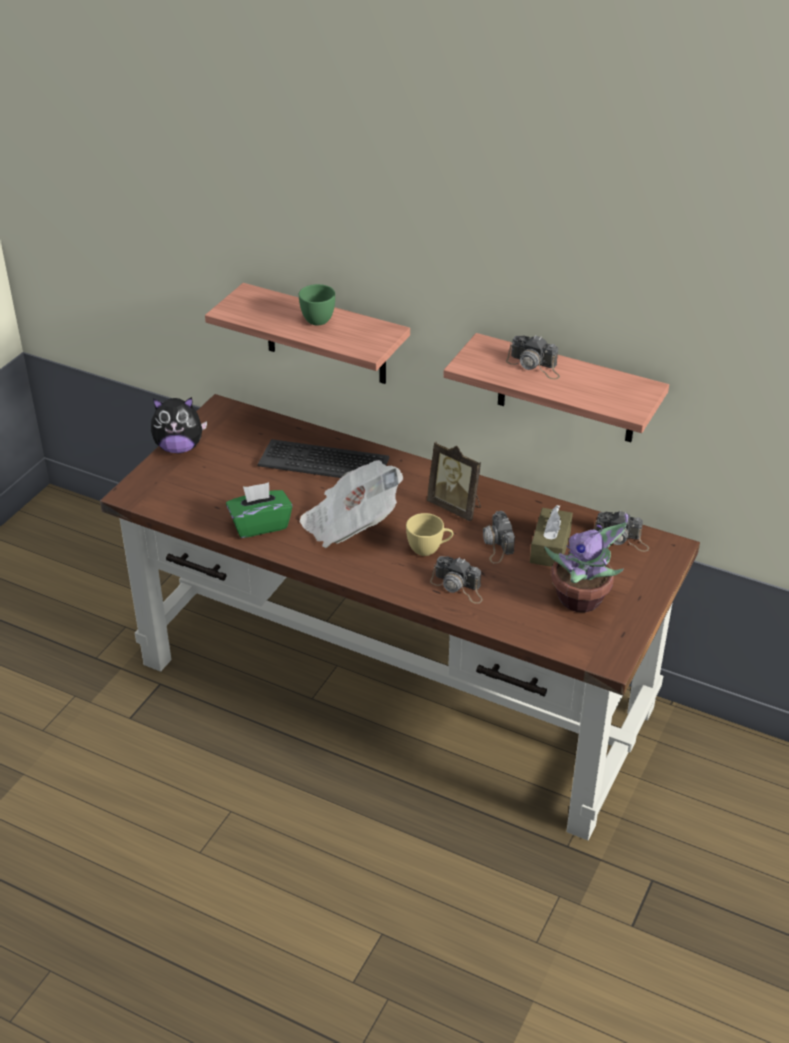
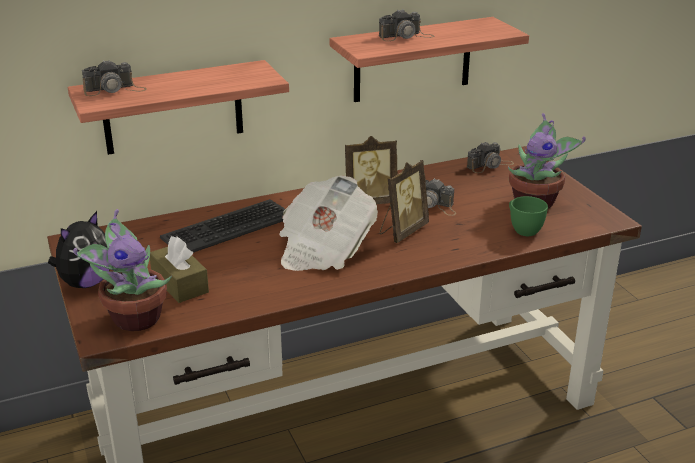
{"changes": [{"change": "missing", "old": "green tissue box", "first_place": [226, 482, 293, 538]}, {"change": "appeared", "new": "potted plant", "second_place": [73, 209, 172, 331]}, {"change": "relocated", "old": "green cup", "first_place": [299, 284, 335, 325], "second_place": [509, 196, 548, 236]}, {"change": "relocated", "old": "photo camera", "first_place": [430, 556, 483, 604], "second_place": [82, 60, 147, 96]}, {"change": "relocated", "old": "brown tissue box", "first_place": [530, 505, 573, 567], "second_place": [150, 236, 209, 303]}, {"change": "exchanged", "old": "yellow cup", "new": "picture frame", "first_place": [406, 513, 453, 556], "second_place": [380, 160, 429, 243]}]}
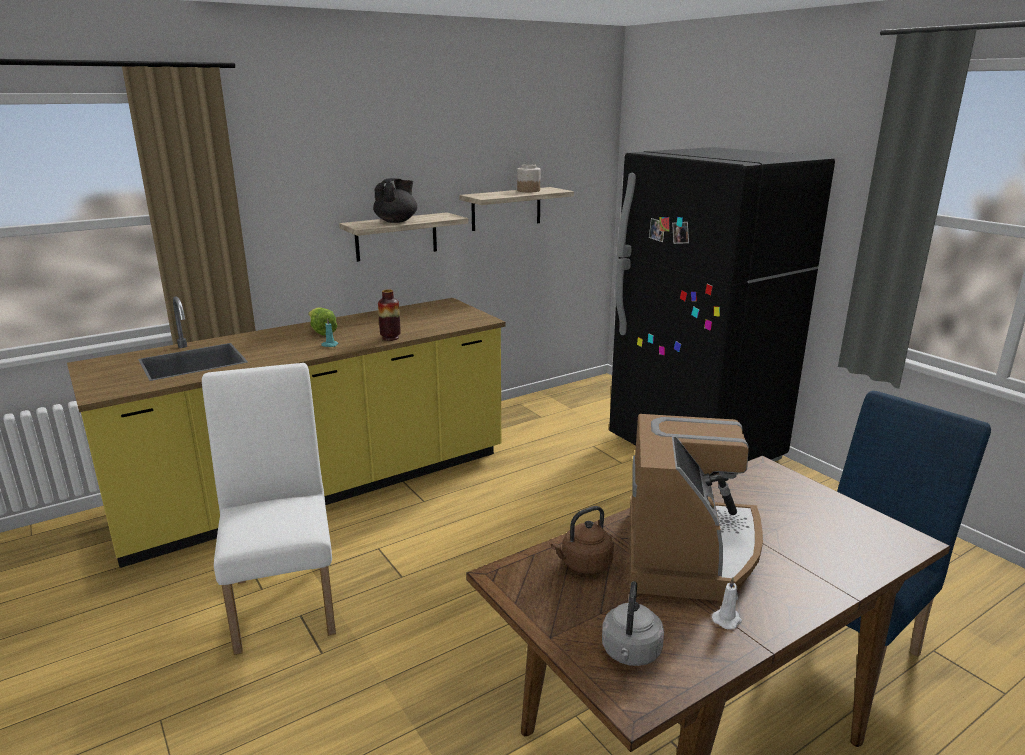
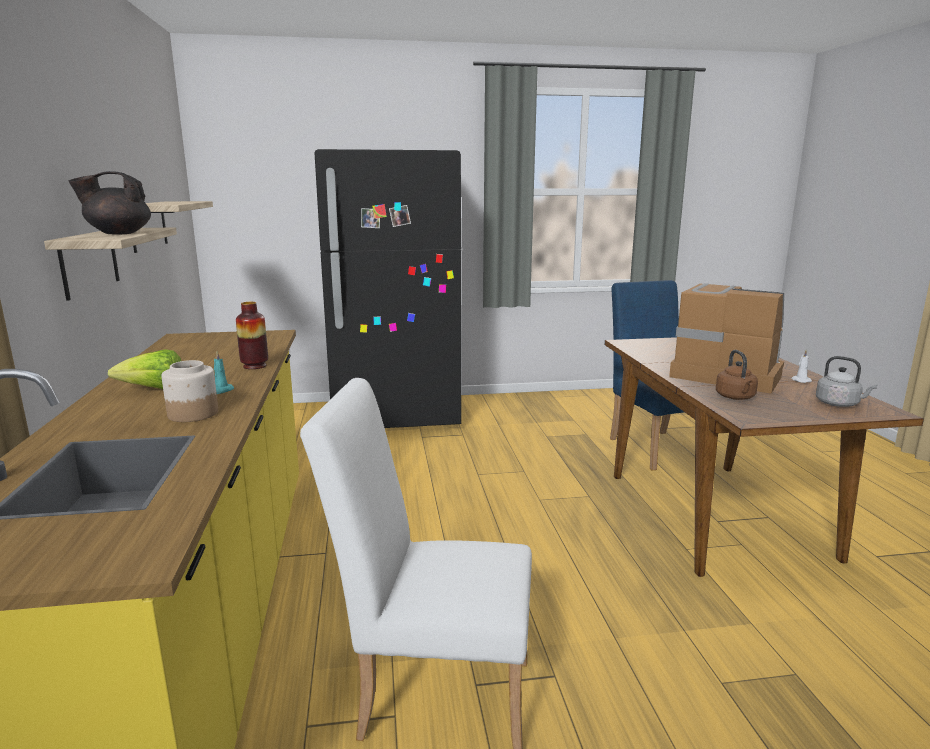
{"changes": [{"change": "relocated", "old": "jar", "first_place": [517, 164, 540, 192], "second_place": [161, 360, 218, 422]}, {"change": "spun", "old": "black teapot", "first_place": [373, 178, 417, 223], "second_place": [68, 171, 151, 235], "degrees": -75}]}
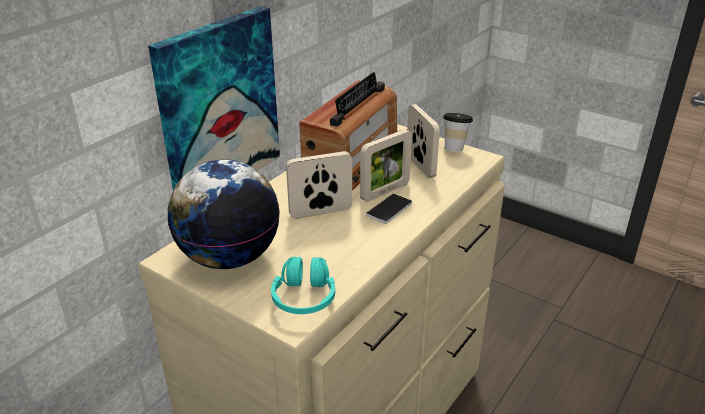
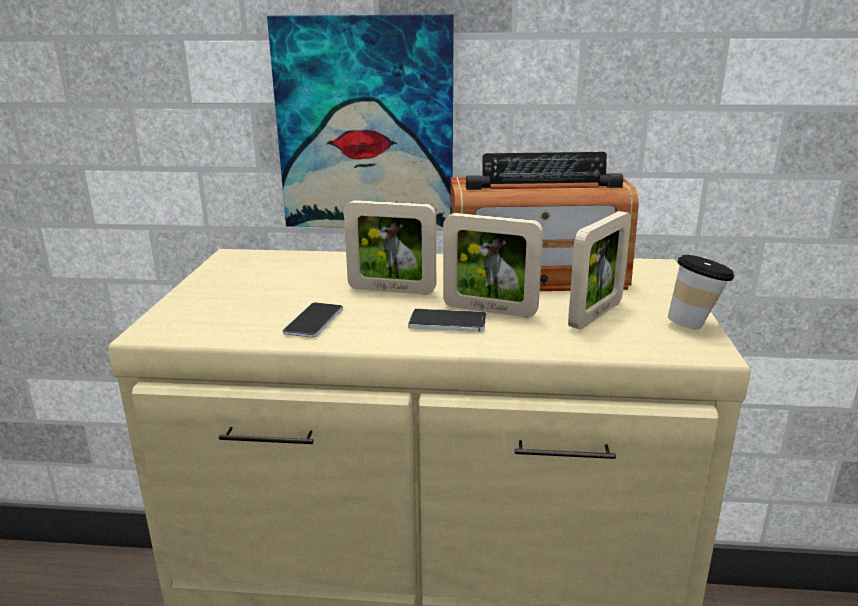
{"changes": [{"change": "missing", "old": "globe", "first_place": [168, 160, 280, 269]}, {"change": "missing", "old": "turquoise headphones", "first_place": [271, 257, 335, 314]}, {"change": "appeared", "new": "phone", "second_place": [283, 303, 343, 338]}, {"change": "spun", "old": "picture frame", "first_place": [286, 151, 352, 219], "second_place": [344, 200, 436, 294], "degrees": 150}]}
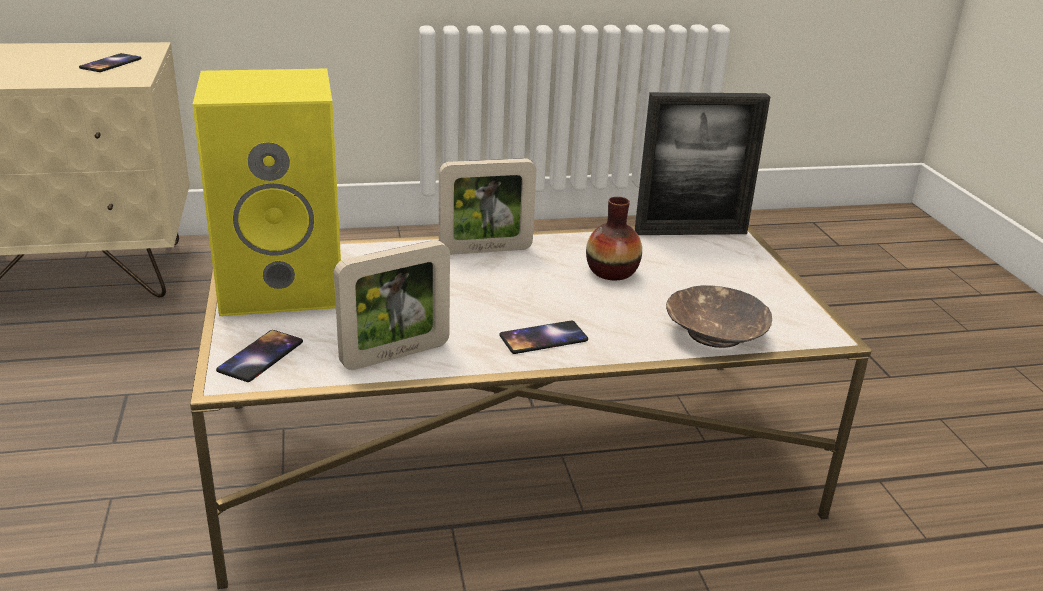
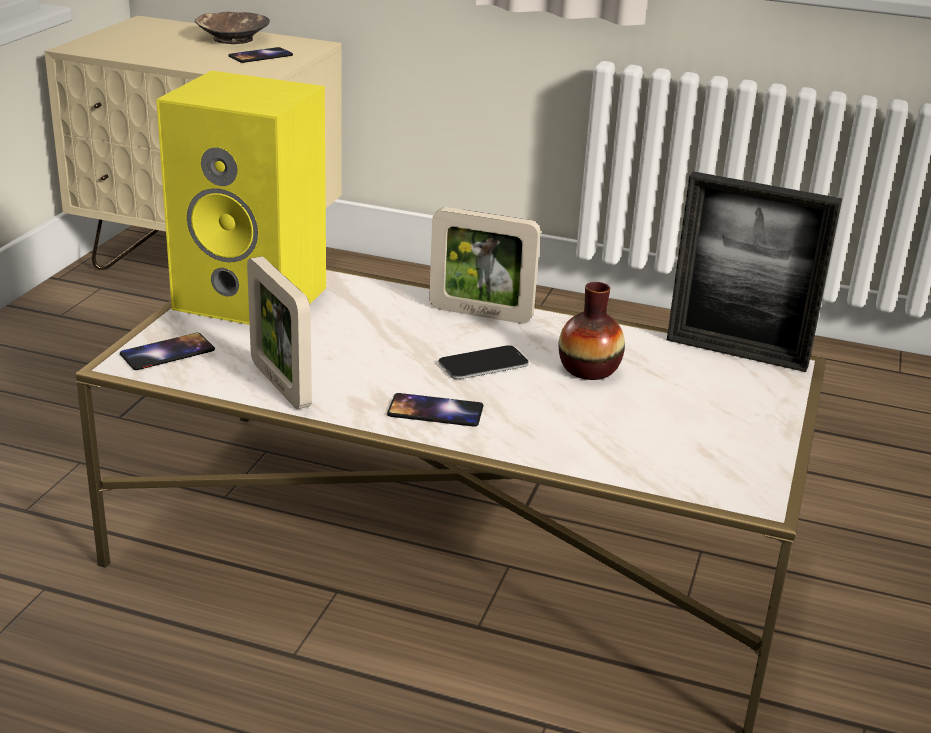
{"changes": [{"change": "appeared", "new": "phone", "second_place": [439, 345, 529, 379]}, {"change": "relocated", "old": "brown bowl", "first_place": [666, 285, 772, 348], "second_place": [195, 12, 270, 44]}, {"change": "spun", "old": "picture frame", "first_place": [334, 240, 450, 370], "second_place": [247, 256, 312, 409], "degrees": 60}]}
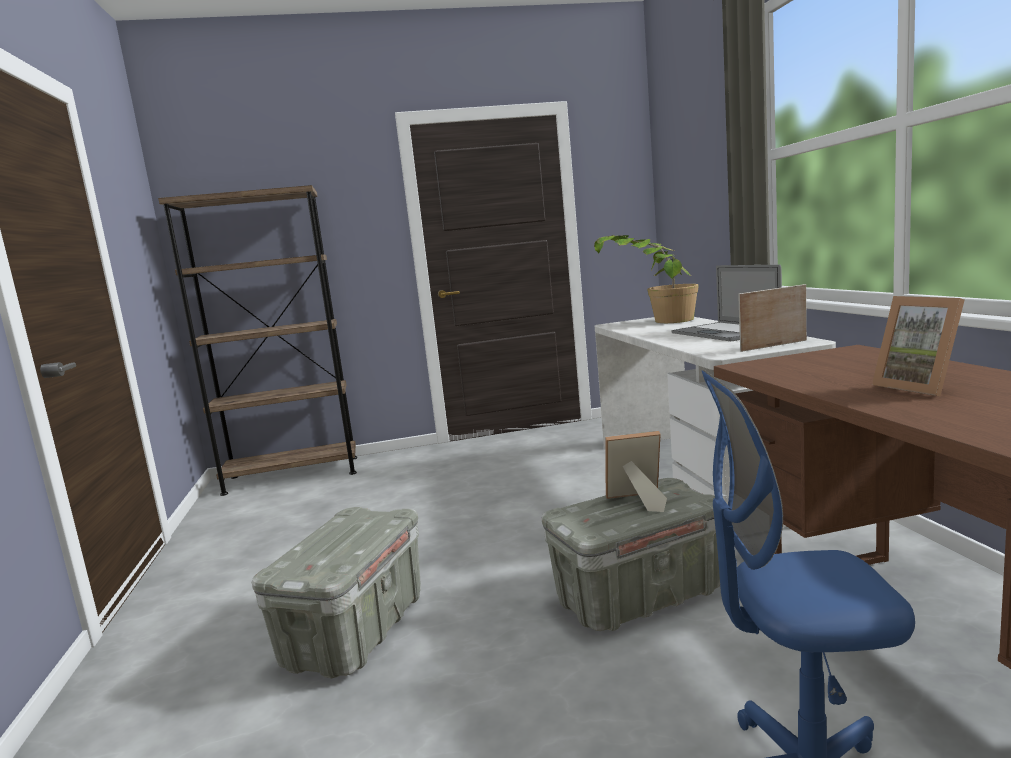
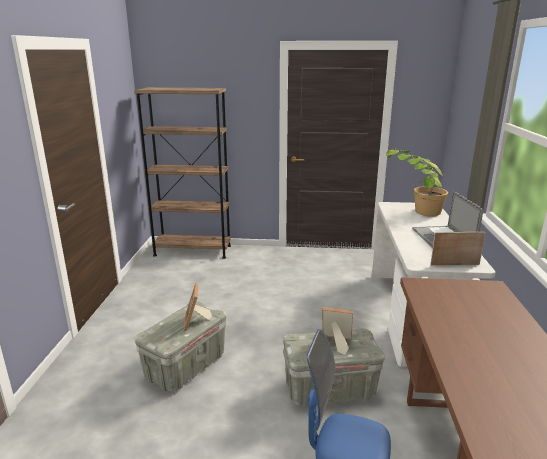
{"changes": [{"change": "relocated", "old": "picture frame", "first_place": [872, 296, 964, 396], "second_place": [184, 283, 212, 331]}]}
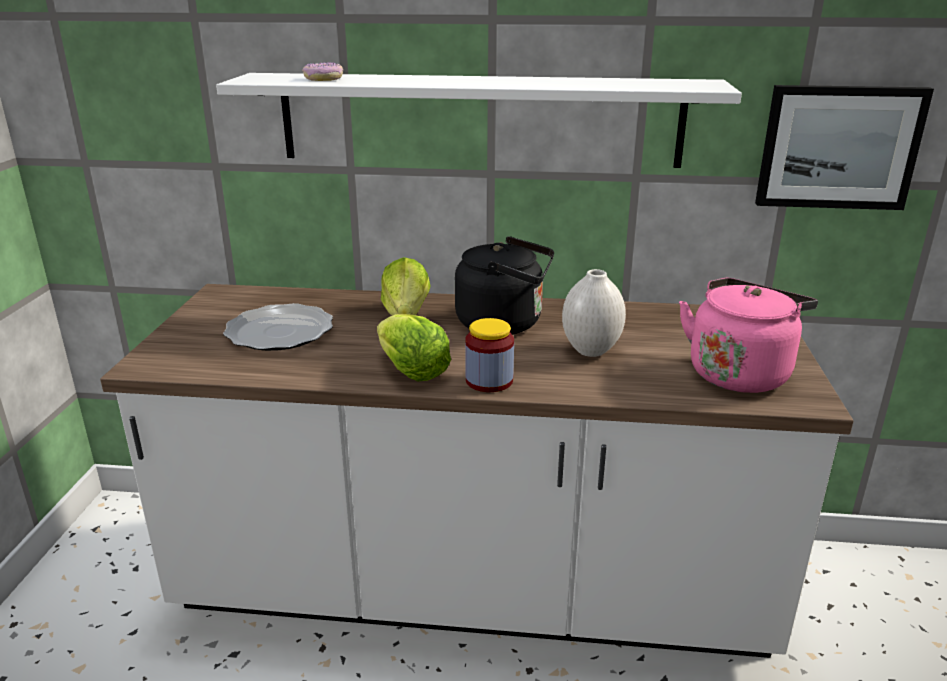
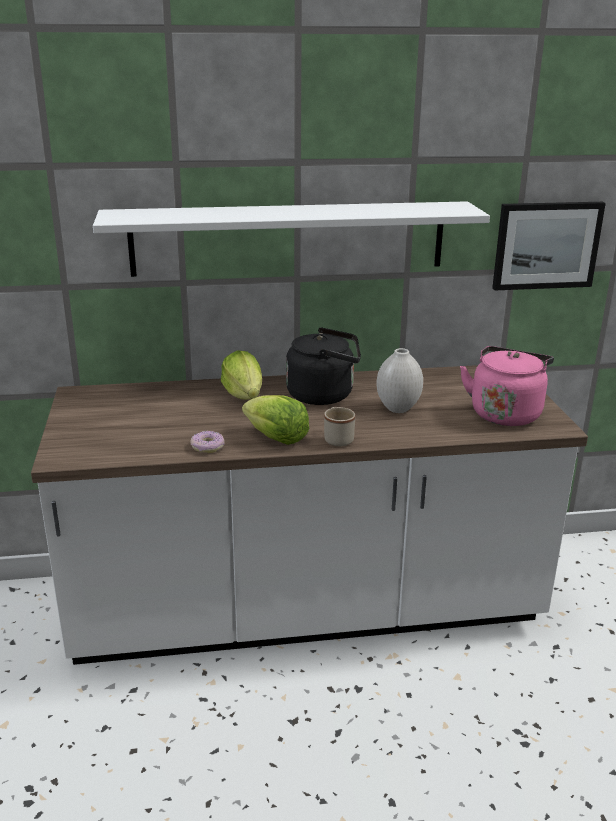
{"changes": [{"change": "missing", "old": "plate", "first_place": [223, 303, 333, 351]}, {"change": "relocated", "old": "donut", "first_place": [302, 62, 343, 81], "second_place": [190, 431, 225, 453]}, {"change": "exchanged", "old": "jar", "new": "beige mug", "first_place": [465, 318, 514, 392], "second_place": [324, 407, 355, 447]}]}
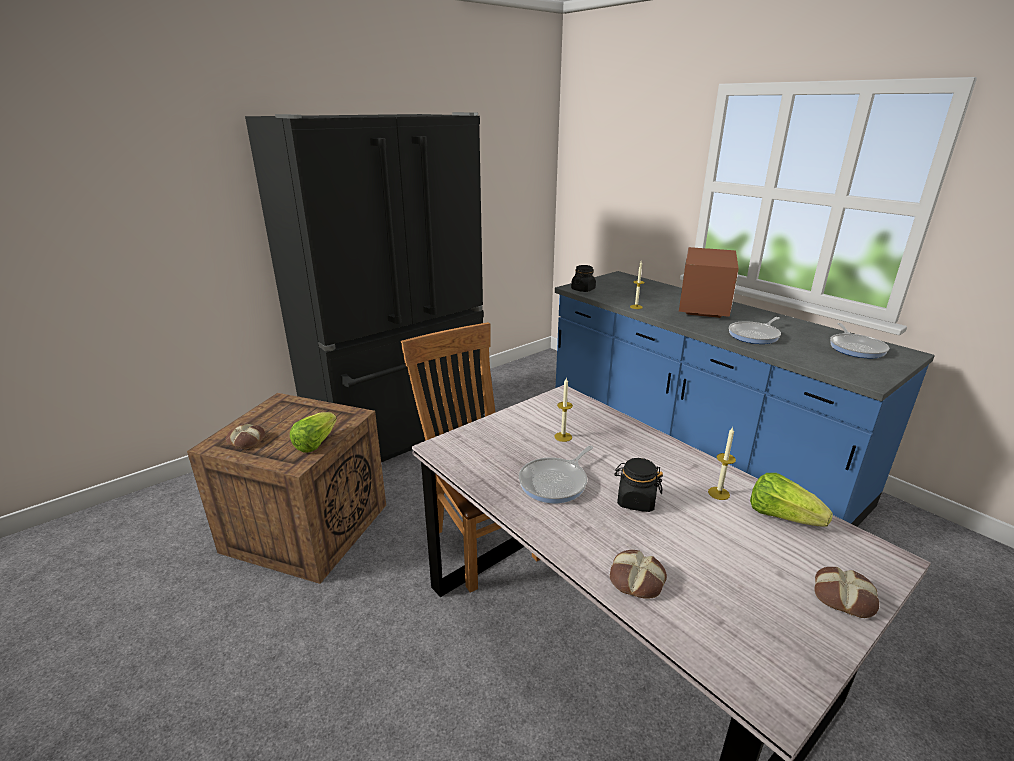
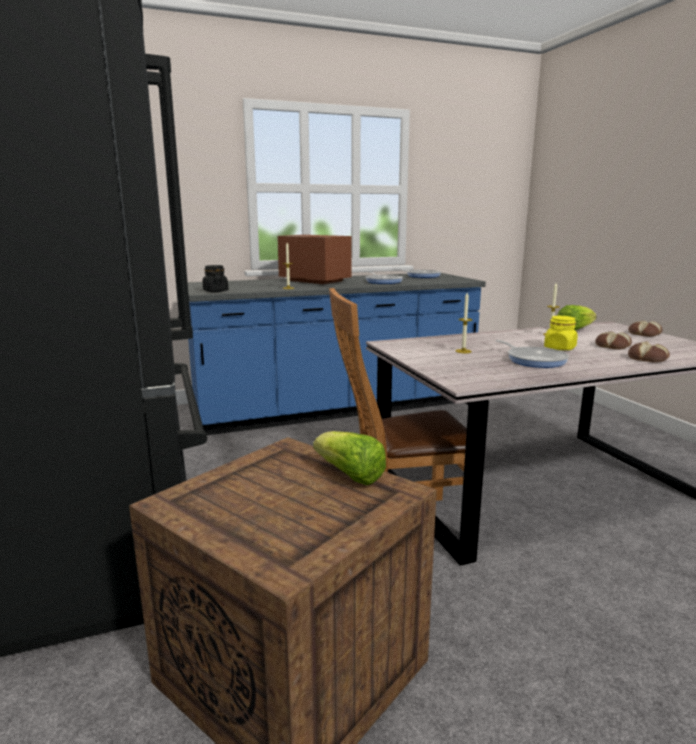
{"changes": [{"change": "relocated", "old": "bread", "first_place": [226, 424, 265, 449], "second_place": [595, 332, 632, 350]}, {"change": "colour", "old": "black jar", "new": "yellow jar", "first_place": [614, 458, 663, 512], "second_place": [544, 316, 578, 350]}]}
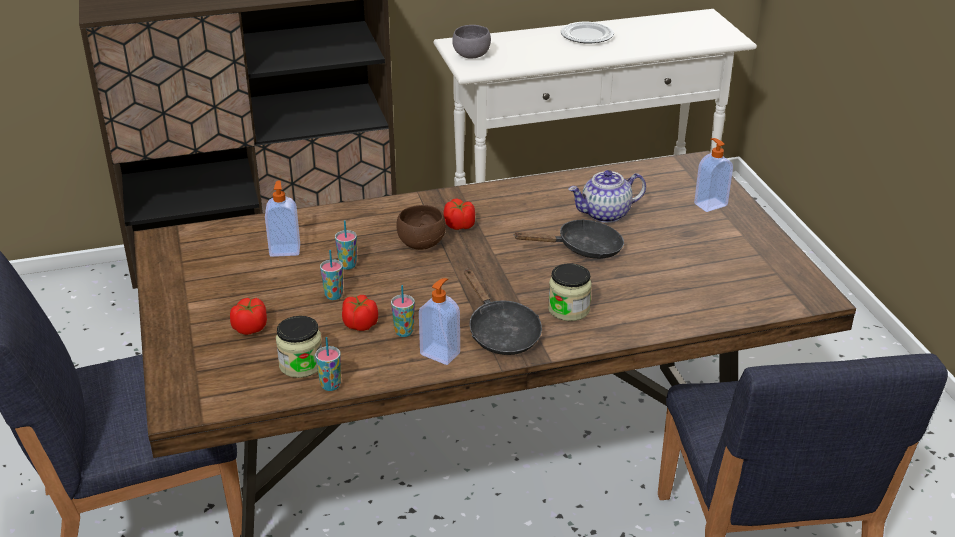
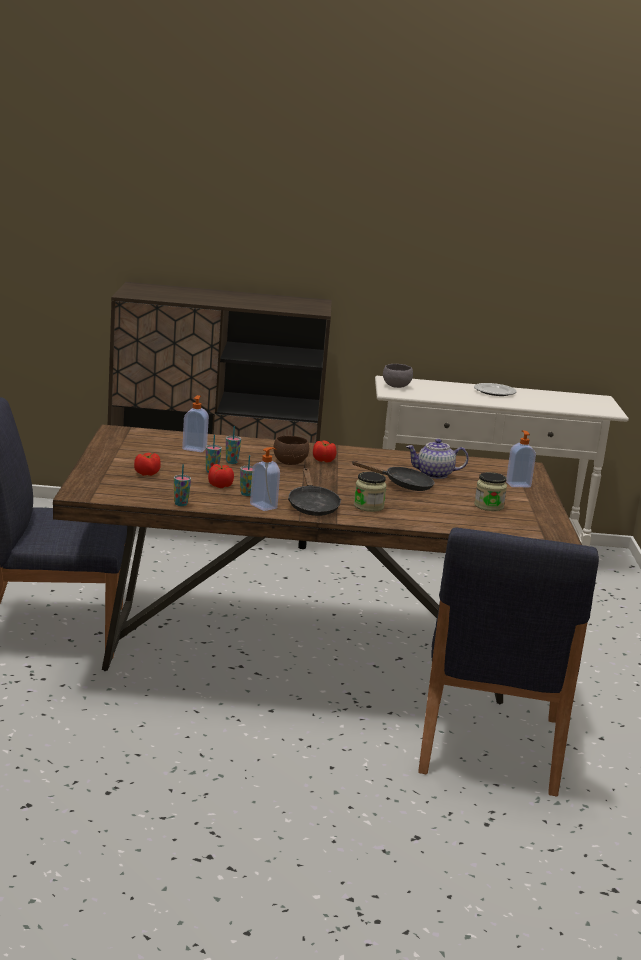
{"changes": [{"change": "relocated", "old": "jar", "first_place": [276, 316, 322, 378], "second_place": [474, 472, 507, 511]}]}
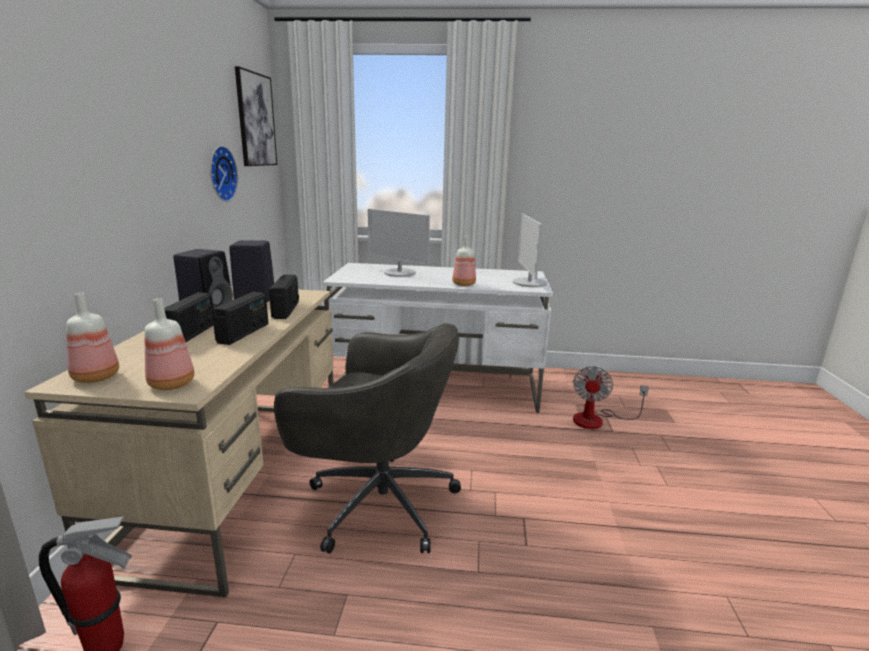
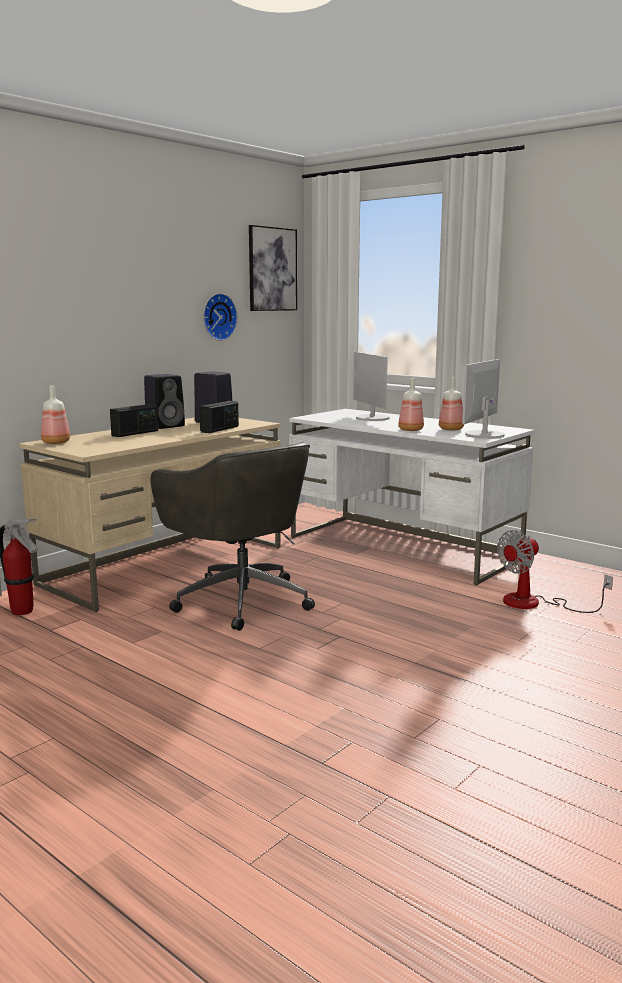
{"changes": [{"change": "missing", "old": "radio", "first_place": [212, 292, 268, 345]}, {"change": "relocated", "old": "bottle", "first_place": [144, 298, 195, 390], "second_place": [439, 378, 464, 430]}]}
